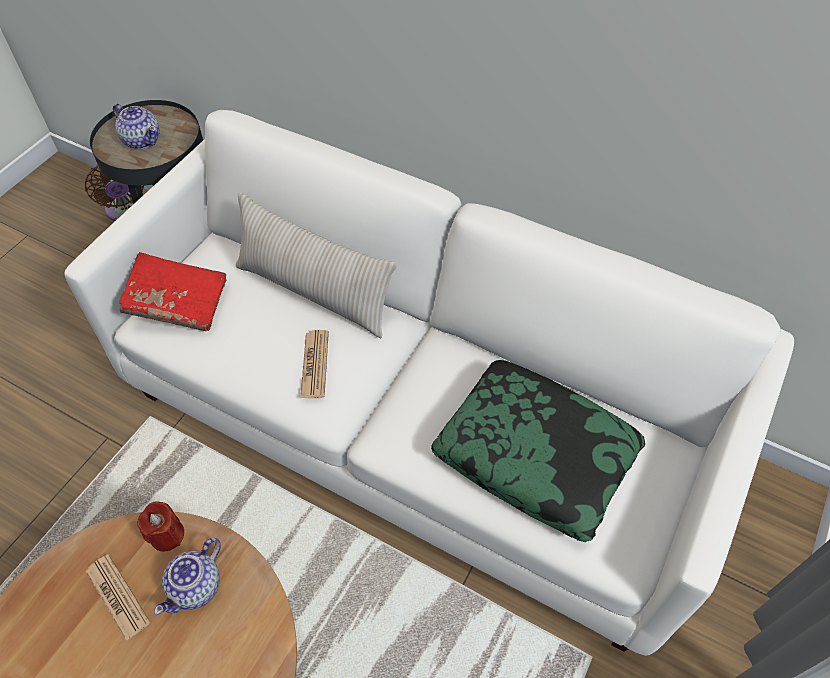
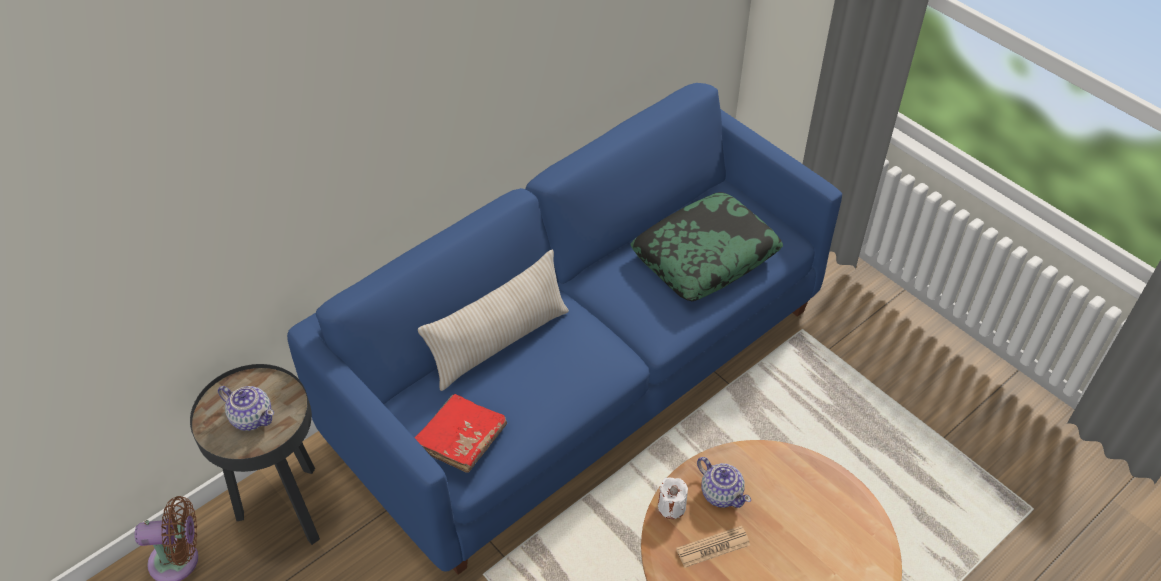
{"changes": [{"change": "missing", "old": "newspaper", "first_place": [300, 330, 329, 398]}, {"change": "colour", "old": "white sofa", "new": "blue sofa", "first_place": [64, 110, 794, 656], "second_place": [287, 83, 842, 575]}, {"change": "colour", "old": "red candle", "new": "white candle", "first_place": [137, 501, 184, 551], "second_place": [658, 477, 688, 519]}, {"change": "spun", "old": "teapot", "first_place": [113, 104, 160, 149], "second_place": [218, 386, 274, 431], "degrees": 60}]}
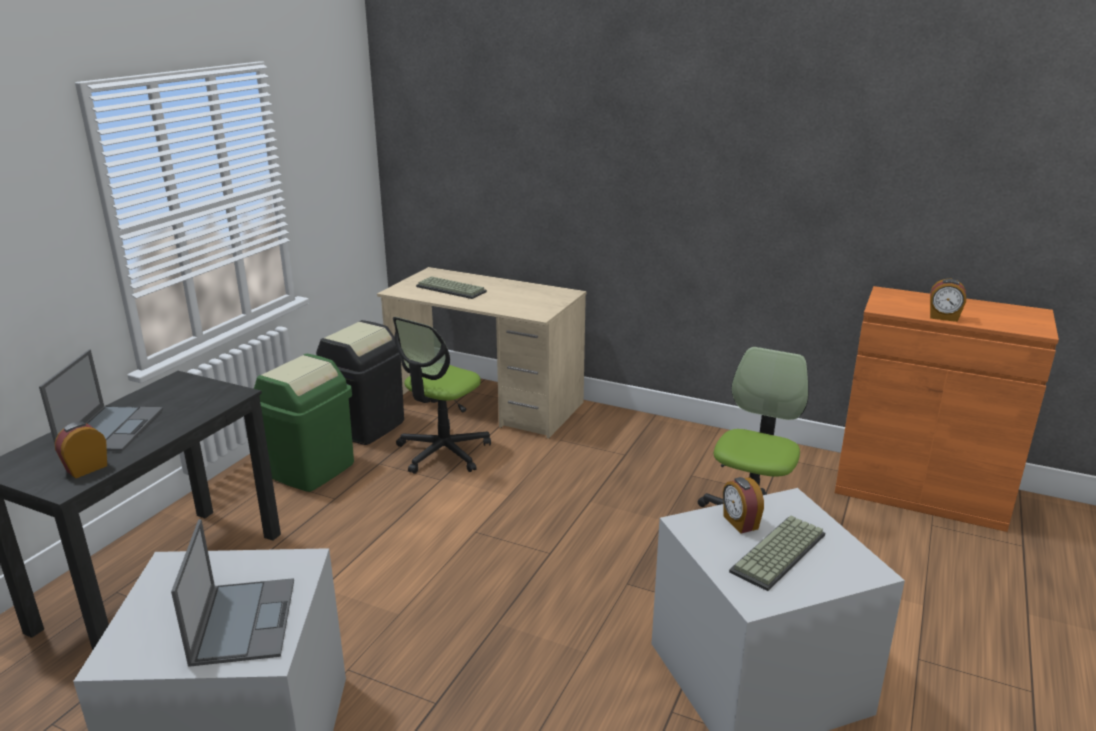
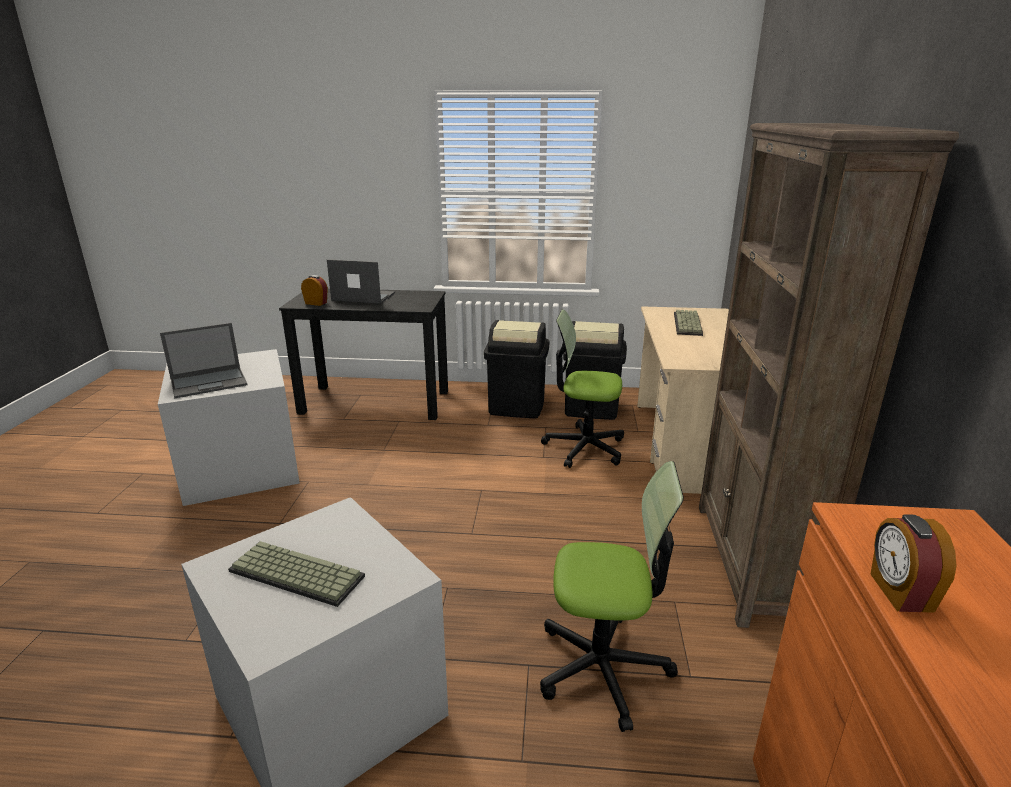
{"changes": [{"change": "missing", "old": "alarm clock", "first_place": [723, 477, 764, 534]}, {"change": "appeared", "new": "brown bookcase", "second_place": [699, 123, 959, 628]}, {"change": "colour", "old": "green trash can", "new": "black trash can", "first_place": [254, 354, 354, 492], "second_place": [484, 320, 549, 418]}, {"change": "spun", "old": "laptop", "first_place": [39, 350, 163, 451], "second_place": [327, 259, 395, 304], "degrees": -150}]}
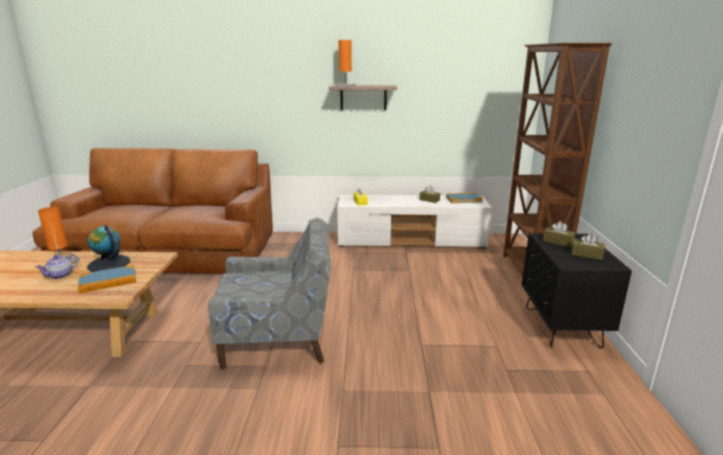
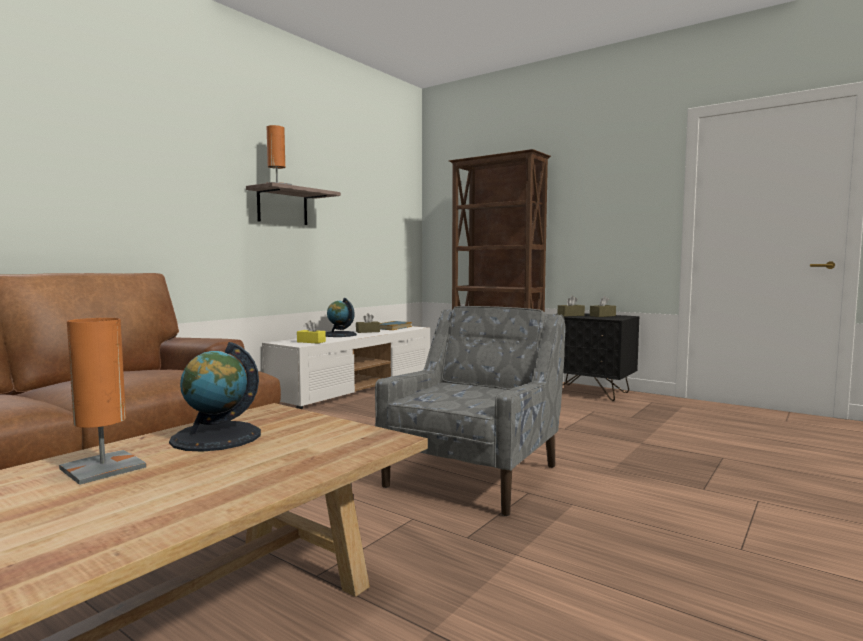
{"changes": [{"change": "missing", "old": "teapot", "first_place": [35, 254, 79, 279]}, {"change": "missing", "old": "book", "first_place": [78, 265, 136, 293]}, {"change": "appeared", "new": "globe", "second_place": [326, 298, 357, 337]}]}
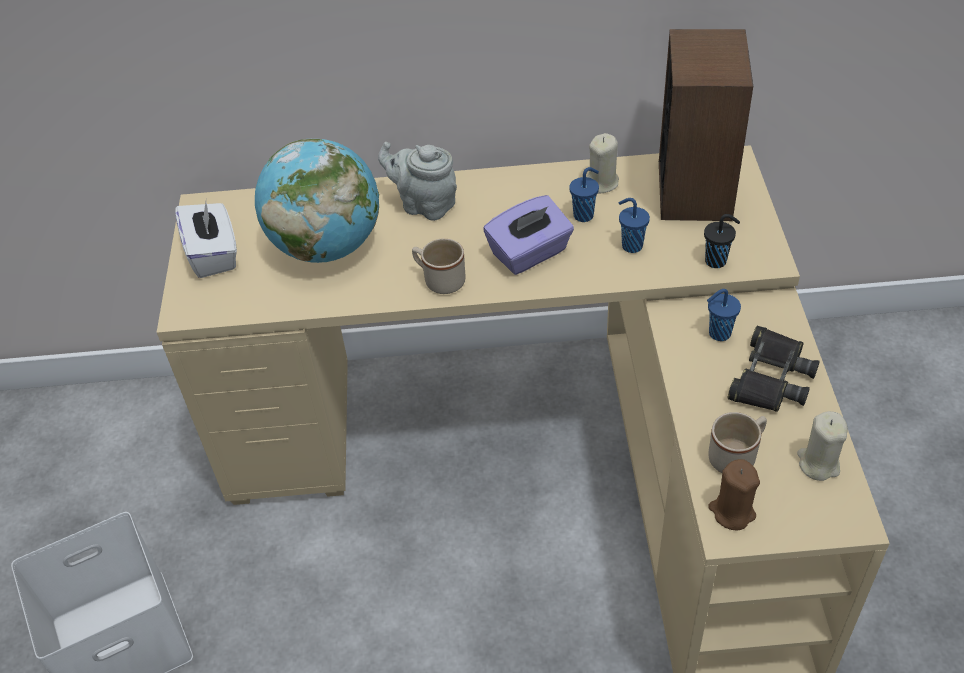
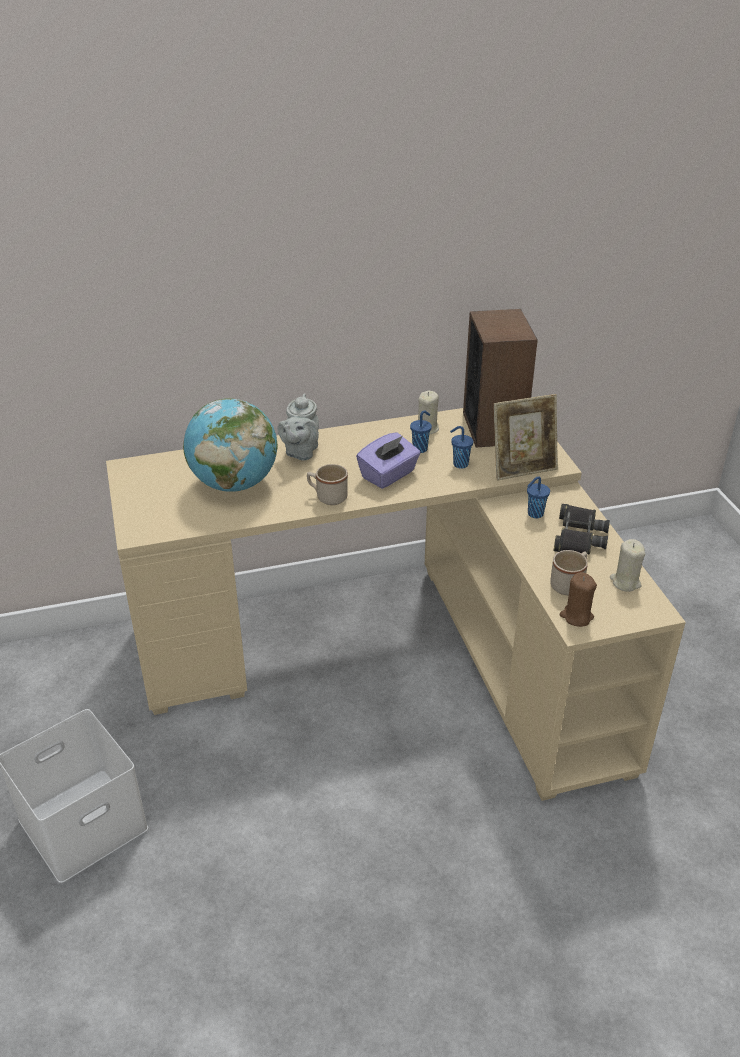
{"changes": [{"change": "missing", "old": "white tissue box", "first_place": [175, 202, 237, 278]}, {"change": "exchanged", "old": "black cup", "new": "picture frame", "first_place": [704, 214, 740, 268], "second_place": [493, 394, 558, 480]}, {"change": "spun", "old": "grey teapot", "first_place": [378, 142, 457, 221], "second_place": [278, 393, 319, 461], "degrees": -90}]}
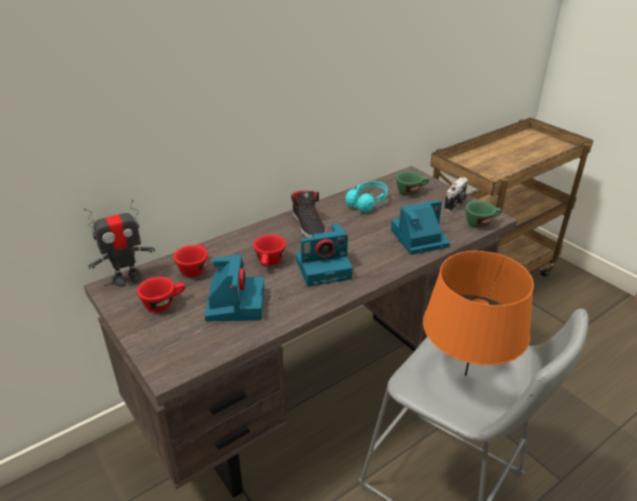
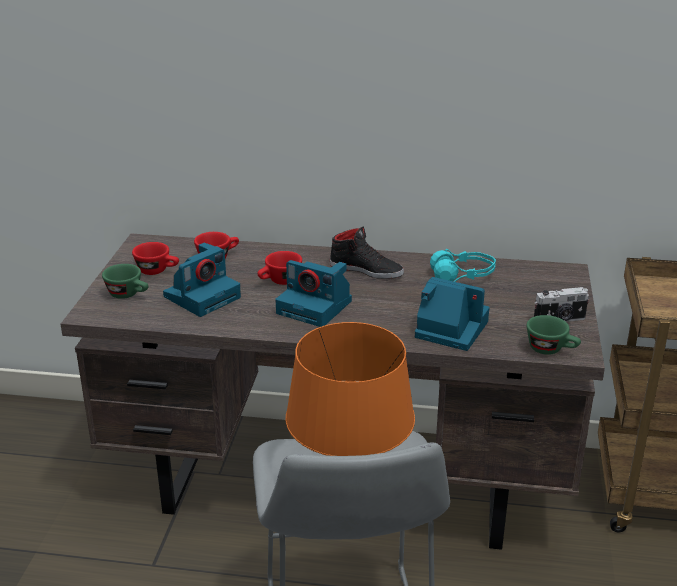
{"changes": [{"change": "missing", "old": "toy robot", "first_place": [84, 200, 155, 287]}, {"change": "relocated", "old": "green cup", "first_place": [396, 171, 429, 196], "second_place": [102, 264, 148, 299]}, {"change": "spun", "old": "black shoe", "first_place": [291, 191, 326, 238], "second_place": [330, 227, 404, 279], "degrees": -90}]}
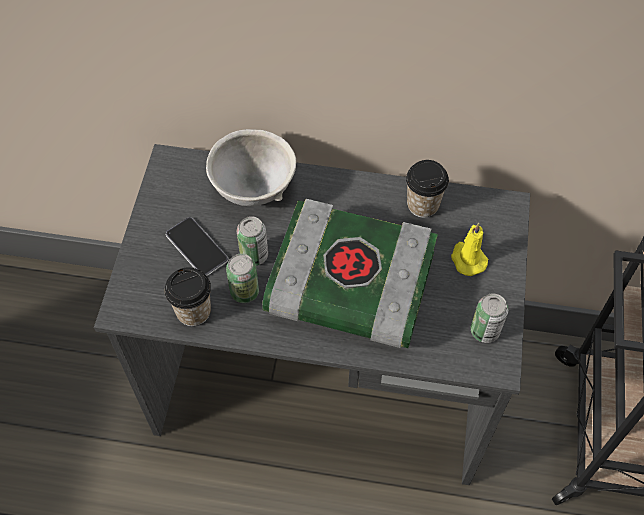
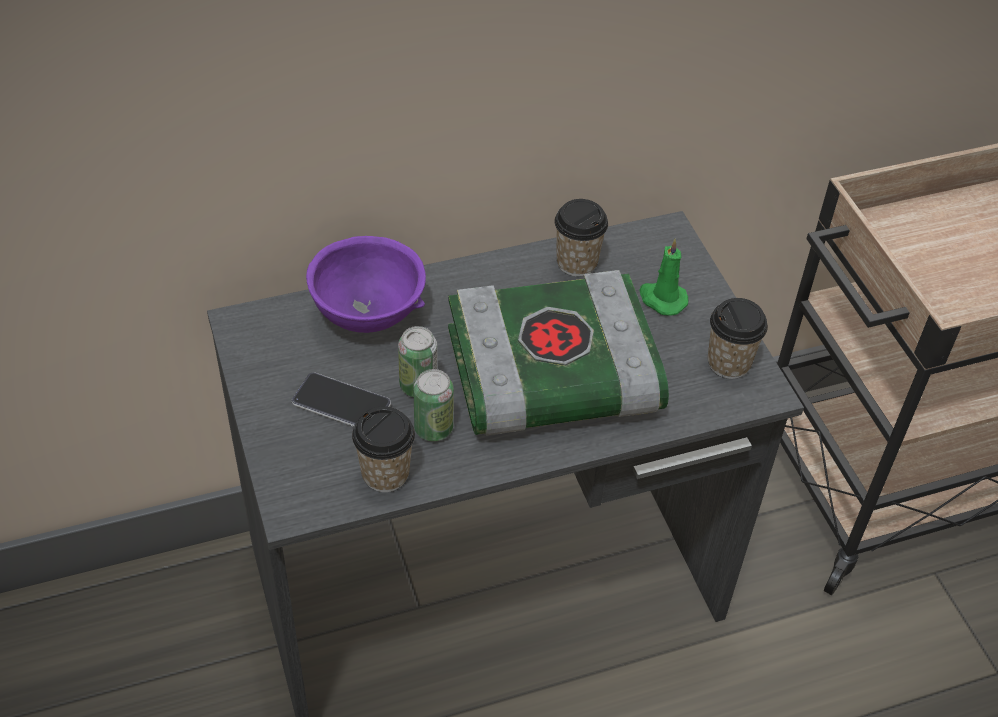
{"changes": [{"change": "exchanged", "old": "can", "new": "cup", "first_place": [471, 293, 508, 343], "second_place": [708, 298, 768, 379]}, {"change": "colour", "old": "grey bowl", "new": "purple bowl", "first_place": [206, 129, 296, 206], "second_place": [306, 236, 426, 333]}, {"change": "colour", "old": "yellow candle", "new": "green candle", "first_place": [451, 223, 488, 276], "second_place": [640, 239, 688, 316]}]}
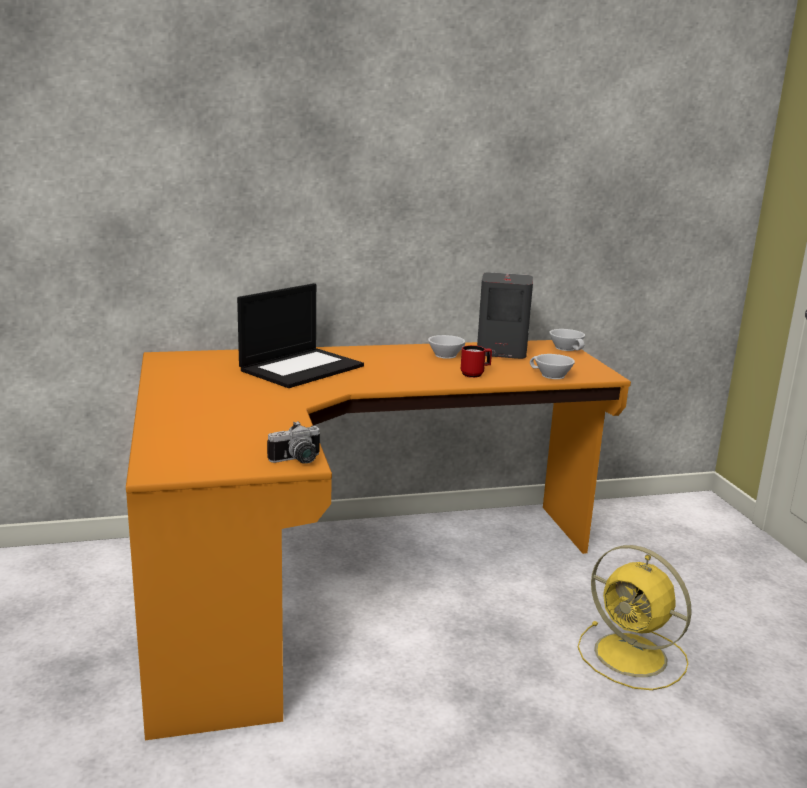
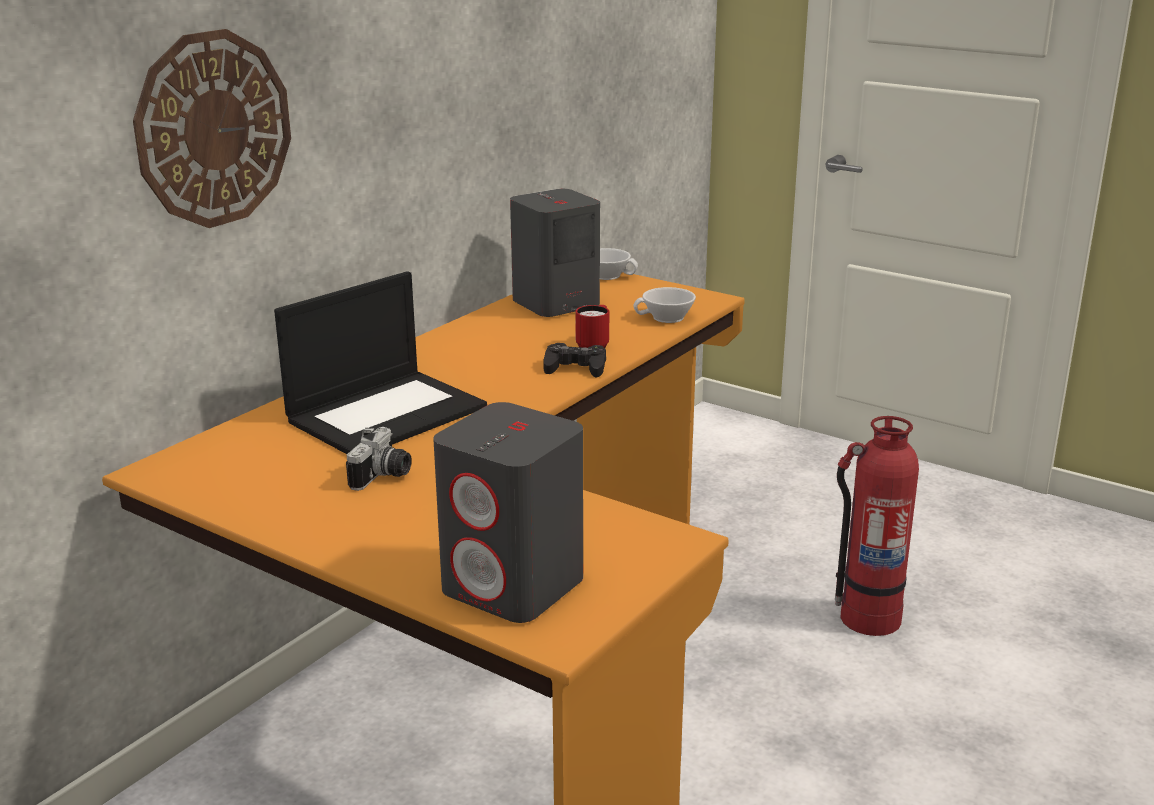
{"changes": [{"change": "missing", "old": "white cup", "first_place": [428, 335, 465, 359]}, {"change": "appeared", "new": "wall clock", "second_place": [133, 29, 291, 228]}, {"change": "appeared", "new": "grey speaker", "second_place": [433, 402, 583, 623]}, {"change": "appeared", "new": "black game controller", "second_place": [543, 343, 606, 378]}, {"change": "relocated", "old": "photo camera", "first_place": [267, 421, 320, 464], "second_place": [346, 427, 412, 491]}, {"change": "exchanged", "old": "yellow fan", "new": "fire extinguisher", "first_place": [578, 545, 692, 690], "second_place": [835, 416, 919, 636]}, {"change": "spun", "old": "laptop", "first_place": [237, 283, 364, 388], "second_place": [274, 271, 487, 454], "degrees": 45}]}
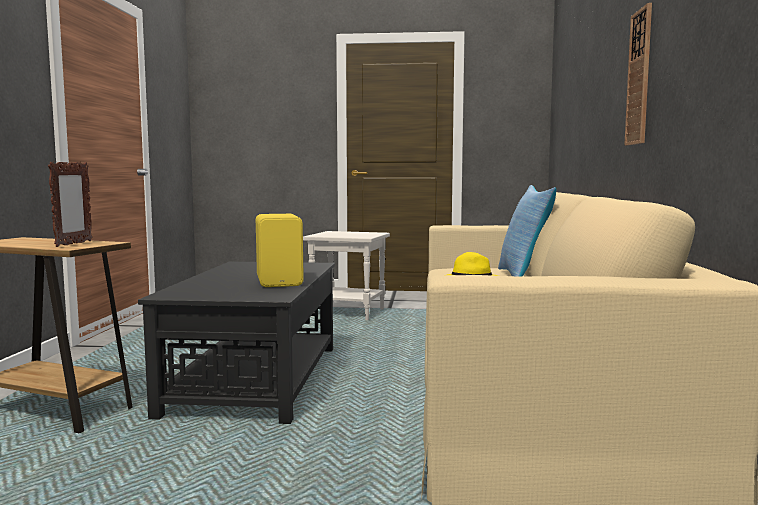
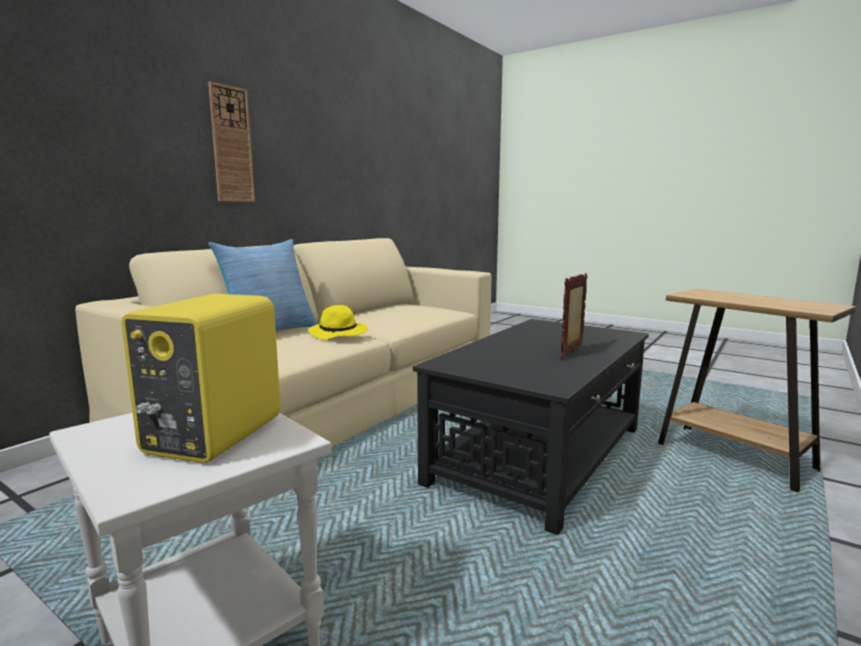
{"changes": [{"change": "relocated", "old": "picture frame", "first_place": [48, 161, 93, 247], "second_place": [560, 273, 588, 359]}, {"change": "relocated", "old": "yellow speaker", "first_place": [256, 214, 304, 287], "second_place": [121, 294, 281, 463]}]}
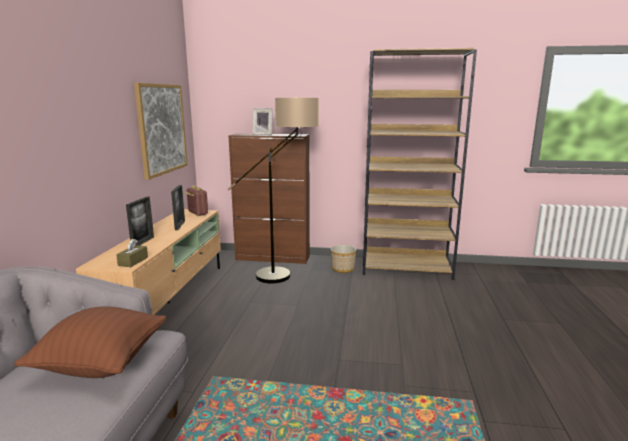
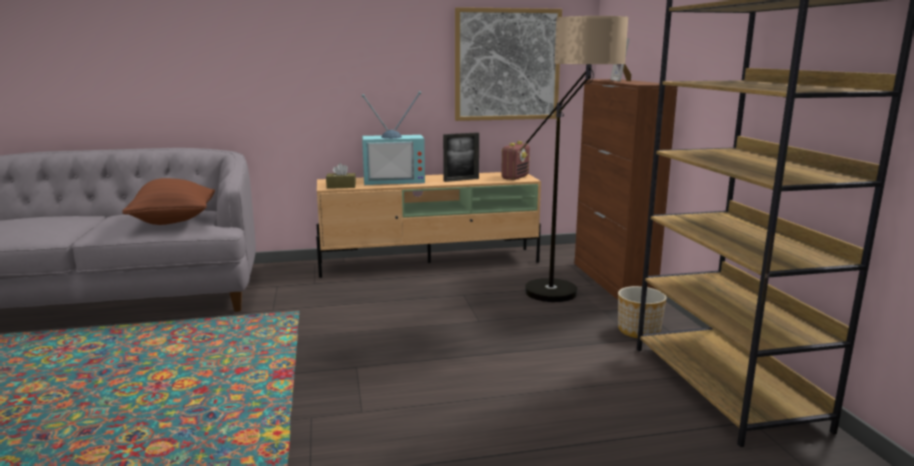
{"changes": [{"change": "exchanged", "old": "picture frame", "new": "television", "first_place": [126, 197, 154, 246], "second_place": [362, 91, 425, 185]}]}
